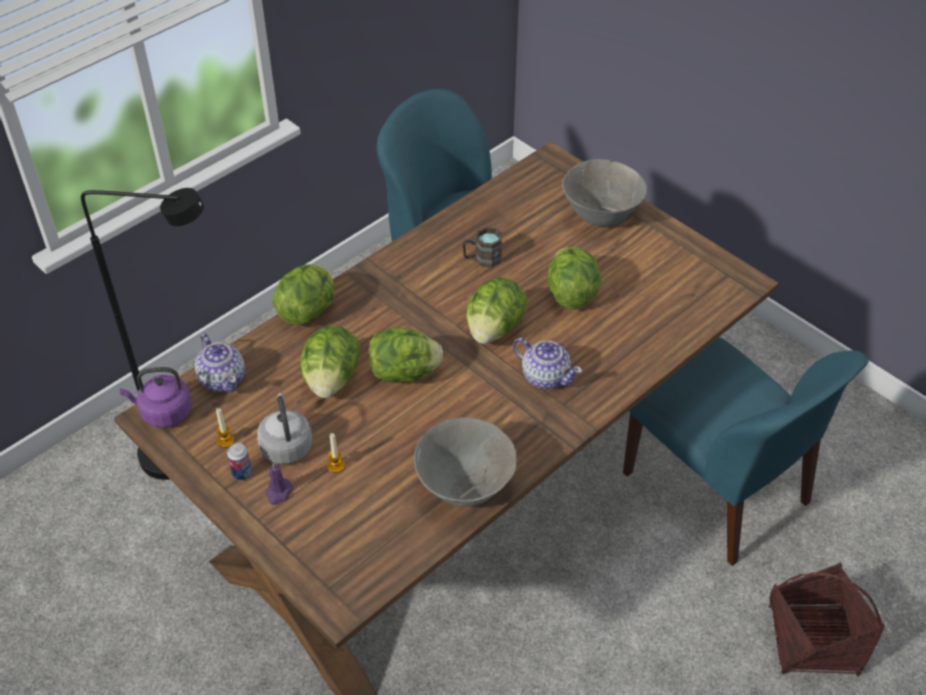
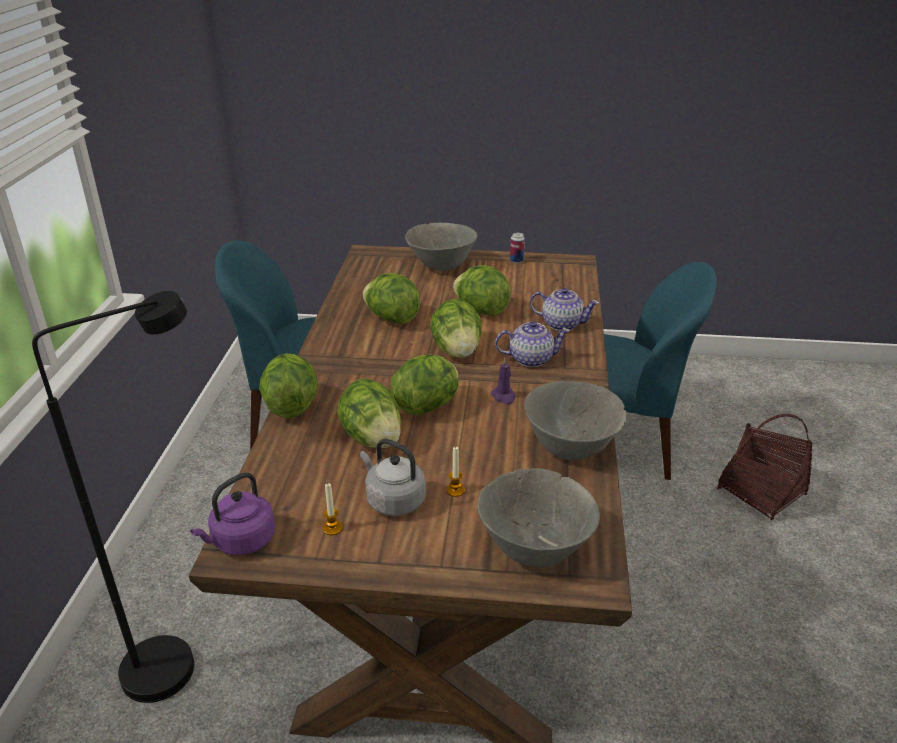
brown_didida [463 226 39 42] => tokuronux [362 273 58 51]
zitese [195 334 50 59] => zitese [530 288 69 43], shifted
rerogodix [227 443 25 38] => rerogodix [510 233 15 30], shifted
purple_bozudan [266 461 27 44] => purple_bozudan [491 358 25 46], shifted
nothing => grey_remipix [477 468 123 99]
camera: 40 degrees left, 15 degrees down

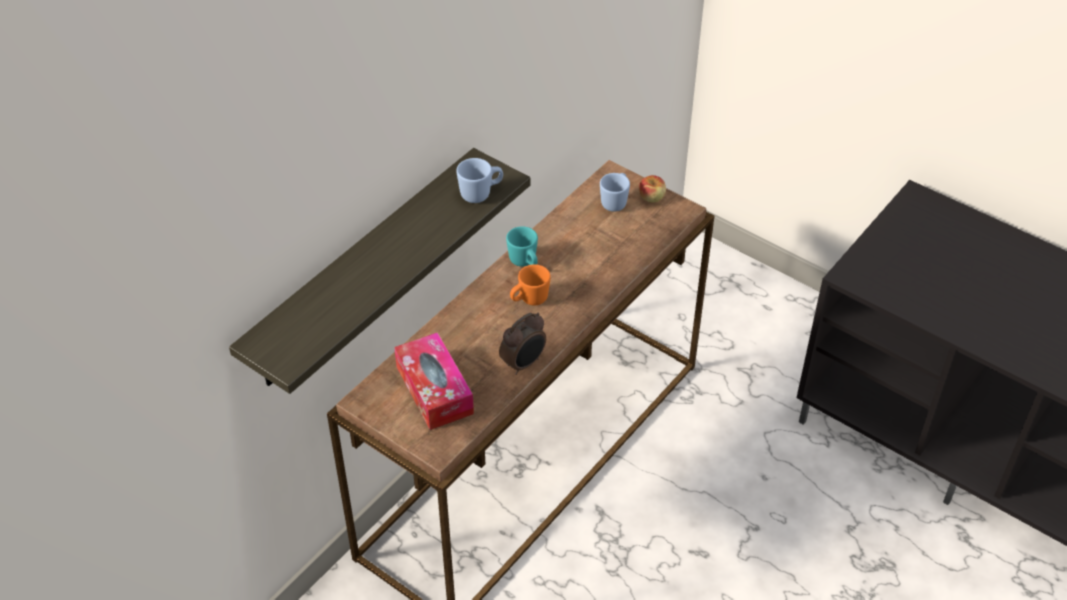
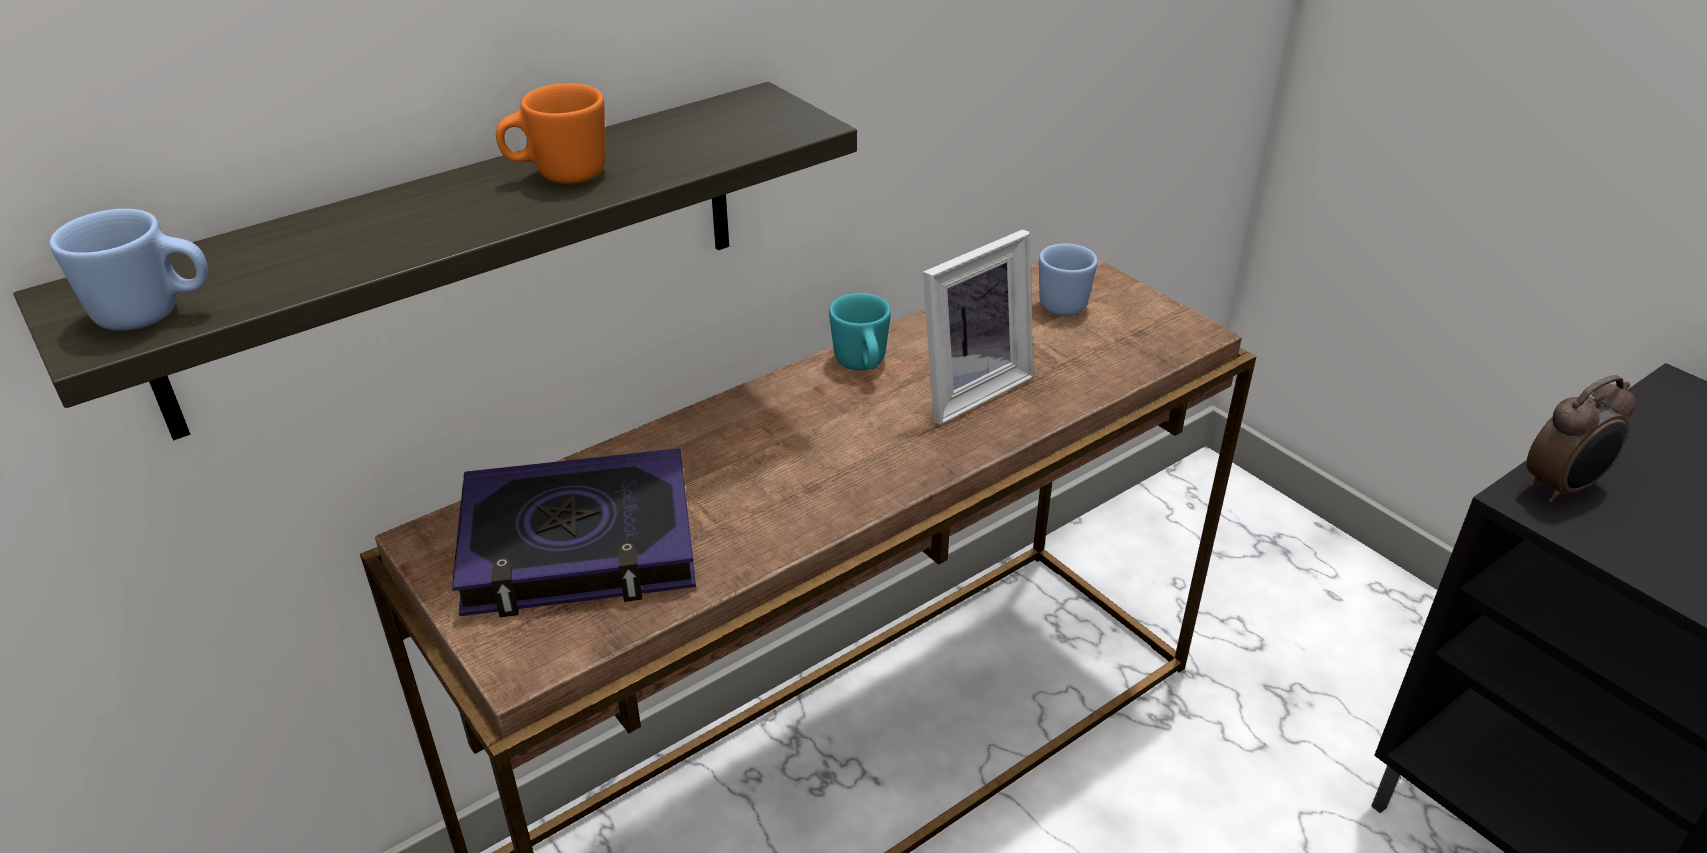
blue_didida [456 158 47 45] => blue_didida [50 209 158 122], shifted
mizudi [639 175 27 27] => nothing
orange_didida [510 264 41 42] => orange_didida [496 83 109 101], shifted
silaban [499 313 47 62] => silaban [1526 375 110 128], shifted
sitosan [394 332 80 98] => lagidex [452 448 244 169]
nothing => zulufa [923 229 110 195]
camera: 15 degrees right, 10 degrees down

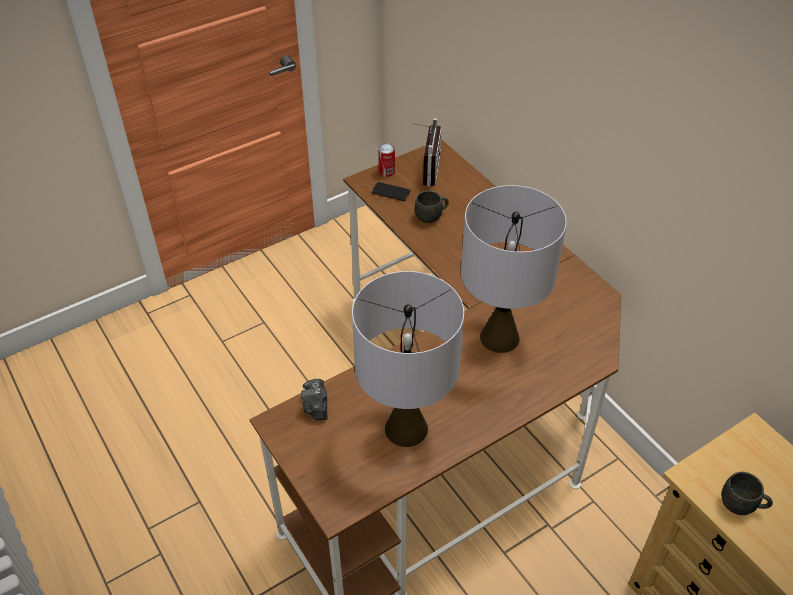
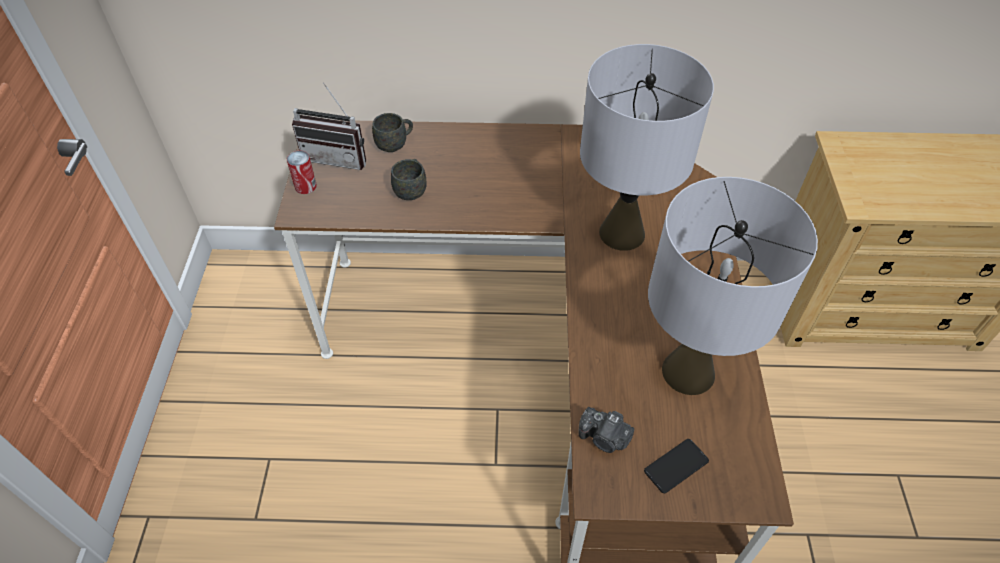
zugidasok [412 118 30 69] => zugidasok [292 82 74 88], 150 degrees clockwise
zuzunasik [371 182 40 19] => zuzunasik [644 439 65 54], shifted
grey_didida [721 472 52 43] => grey_didida [372 113 41 39], shifted
camera: 55 degrees left, 5 degrees up

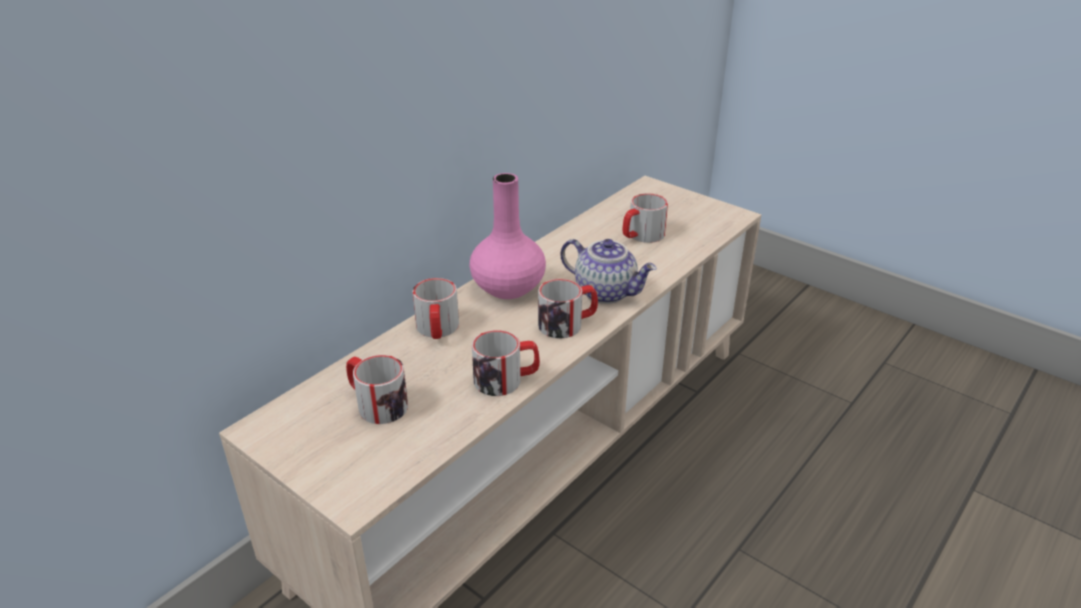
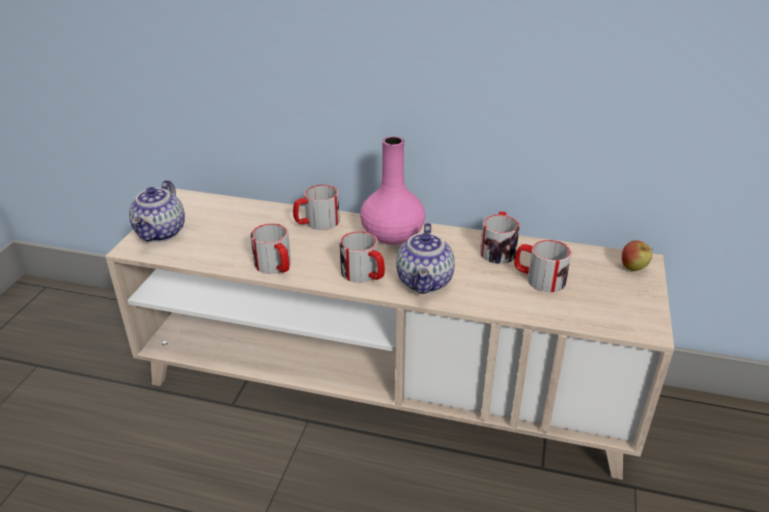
didida [346 355 62 69] => didida [480 211 40 53], shifted
nothing => zitese [129 180 56 62]
nothing => mizudi [622 240 31 31]
camera: 65 degrees right, 0 degrees up

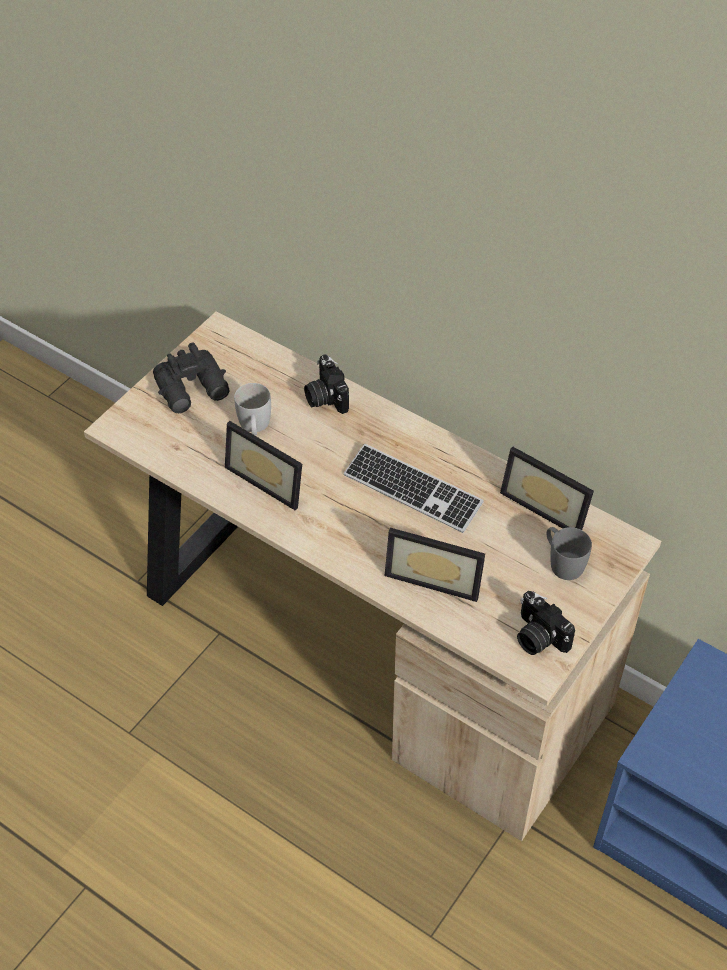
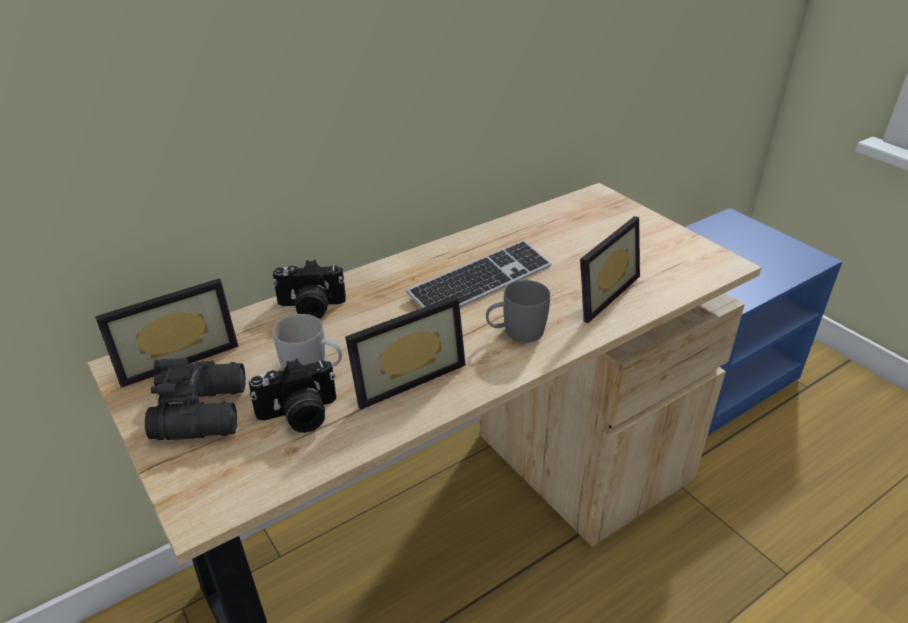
zulufa [500 447 94 83] => zulufa [95 279 144 109], shifted
grey_didida [546 527 46 53] => grey_didida [486 280 64 63], shifted
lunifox [517 591 58 64] => lunifox [249 359 87 74], shifted
camera: 70 degrees left, 15 degrees down

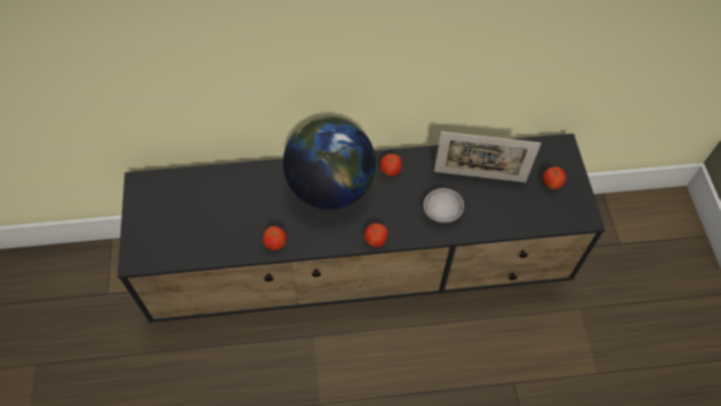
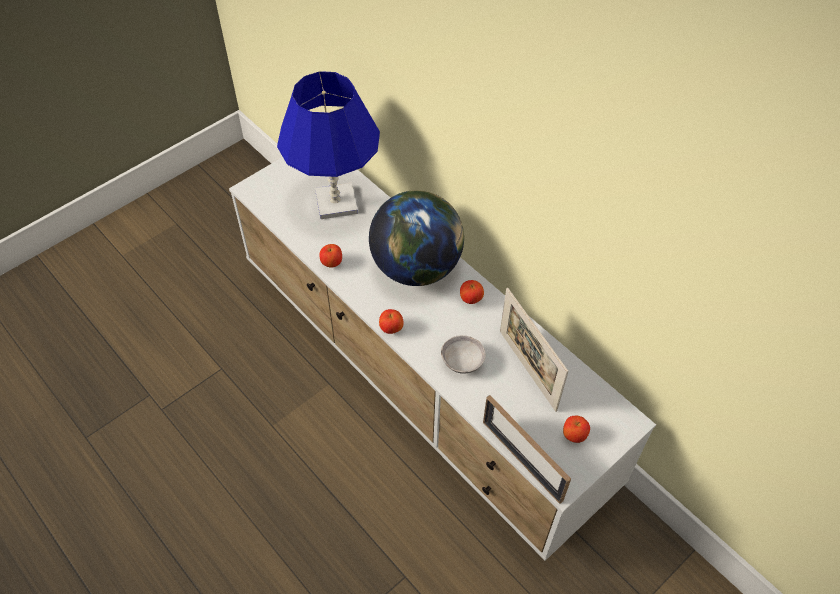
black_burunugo [117 133 488 190] => white_burunugo [229 157 427 404]
nothing => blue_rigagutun [277 71 103 148]
nothing => zulufa [483 395 88 109]
camera: 55 degrees right, 5 degrees down

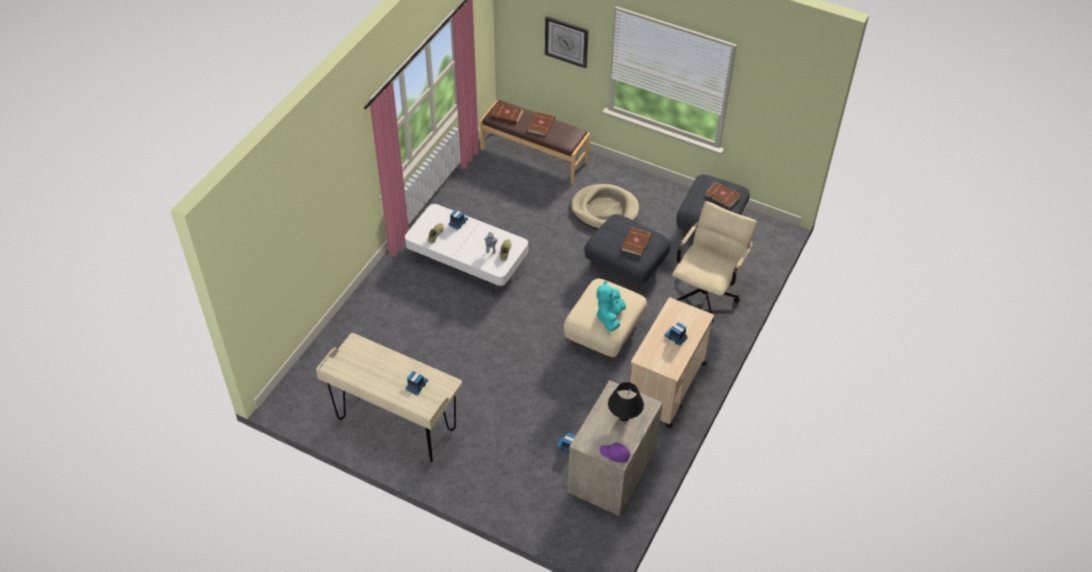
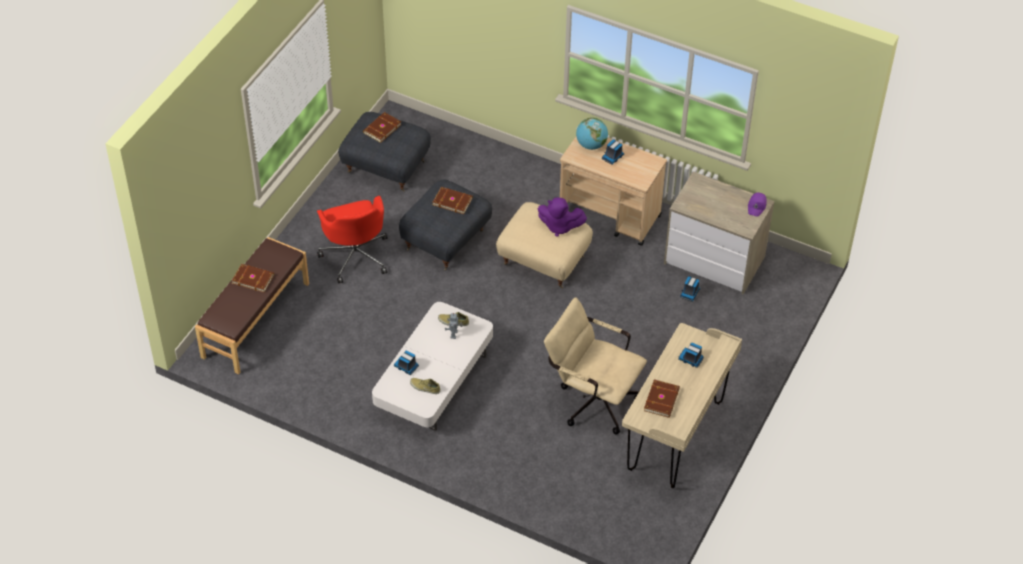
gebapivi [545 16 44 53] => nothing
brown_lagidex [490 103 33 21] => brown_lagidex [644 379 36 39], shifted
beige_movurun [571 184 68 45] => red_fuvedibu [317 196 71 88]
beige_fuvedibu [672 201 85 122] => beige_fuvedibu [544 297 103 138], shifted
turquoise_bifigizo [597 281 29 50] => purple_bifigizo [538 197 49 40]
black_rigagutun [608 382 36 39] => nothing
nothing => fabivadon [576 117 32 33]
camera: 90 degrees left, 0 degrees up

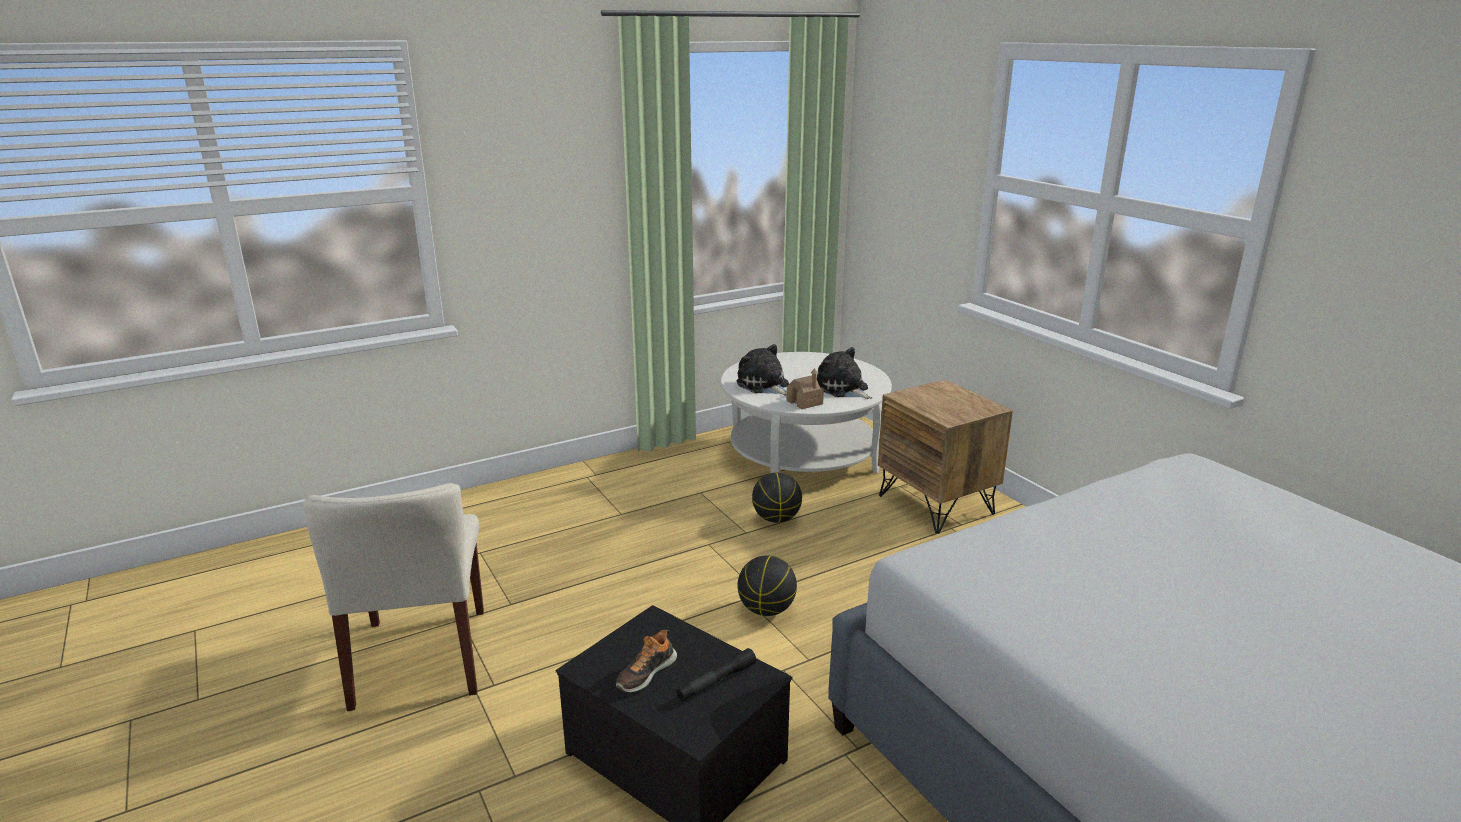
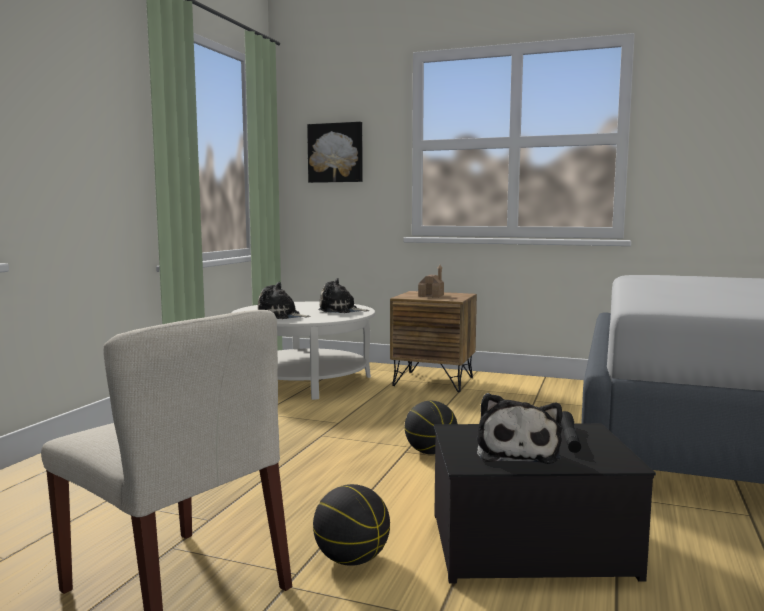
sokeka [787 368 37 41] => sokeka [418 265 26 33], shifted
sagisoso [752 472 50 51] => sagisoso [313 484 77 82], shifted
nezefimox [616 630 61 63] => bifigizo [477 393 85 71]
nothing => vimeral [307 122 56 61]
camera: 40 degrees left, 15 degrees down

